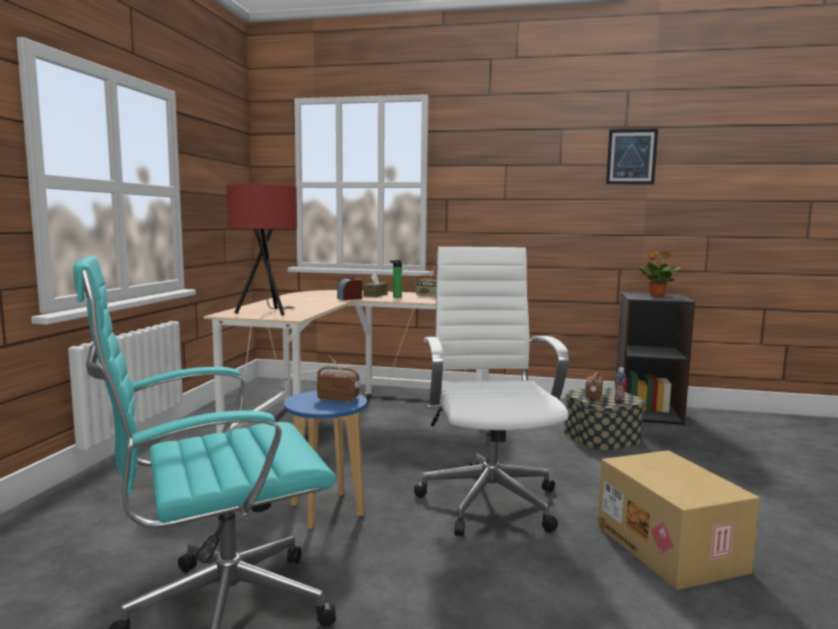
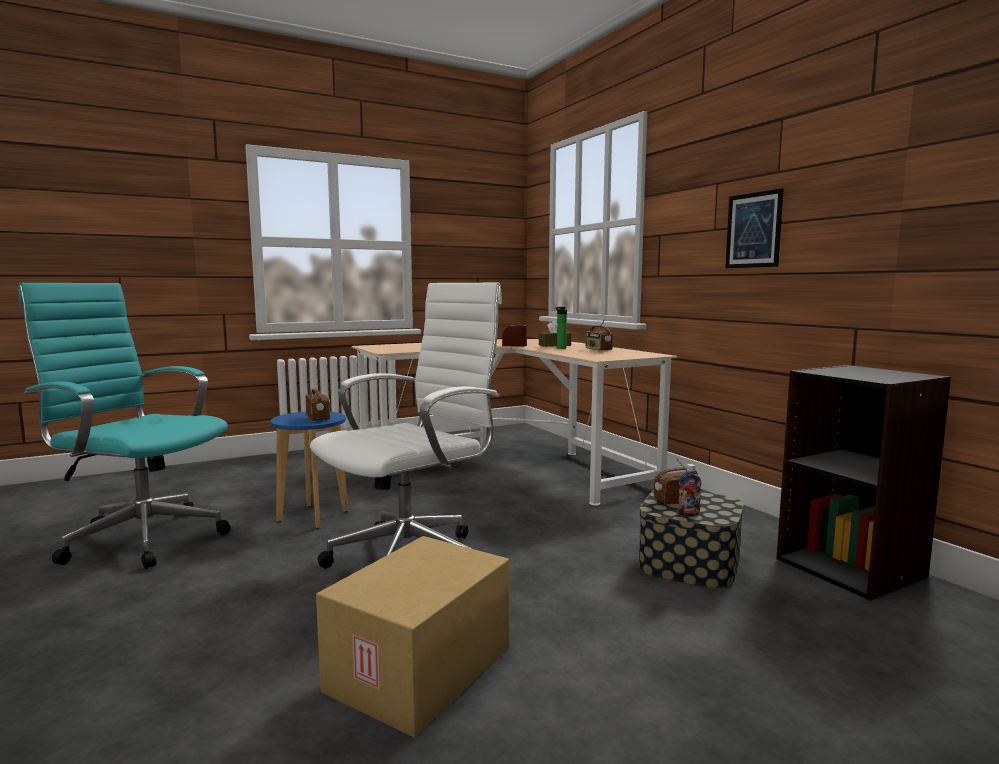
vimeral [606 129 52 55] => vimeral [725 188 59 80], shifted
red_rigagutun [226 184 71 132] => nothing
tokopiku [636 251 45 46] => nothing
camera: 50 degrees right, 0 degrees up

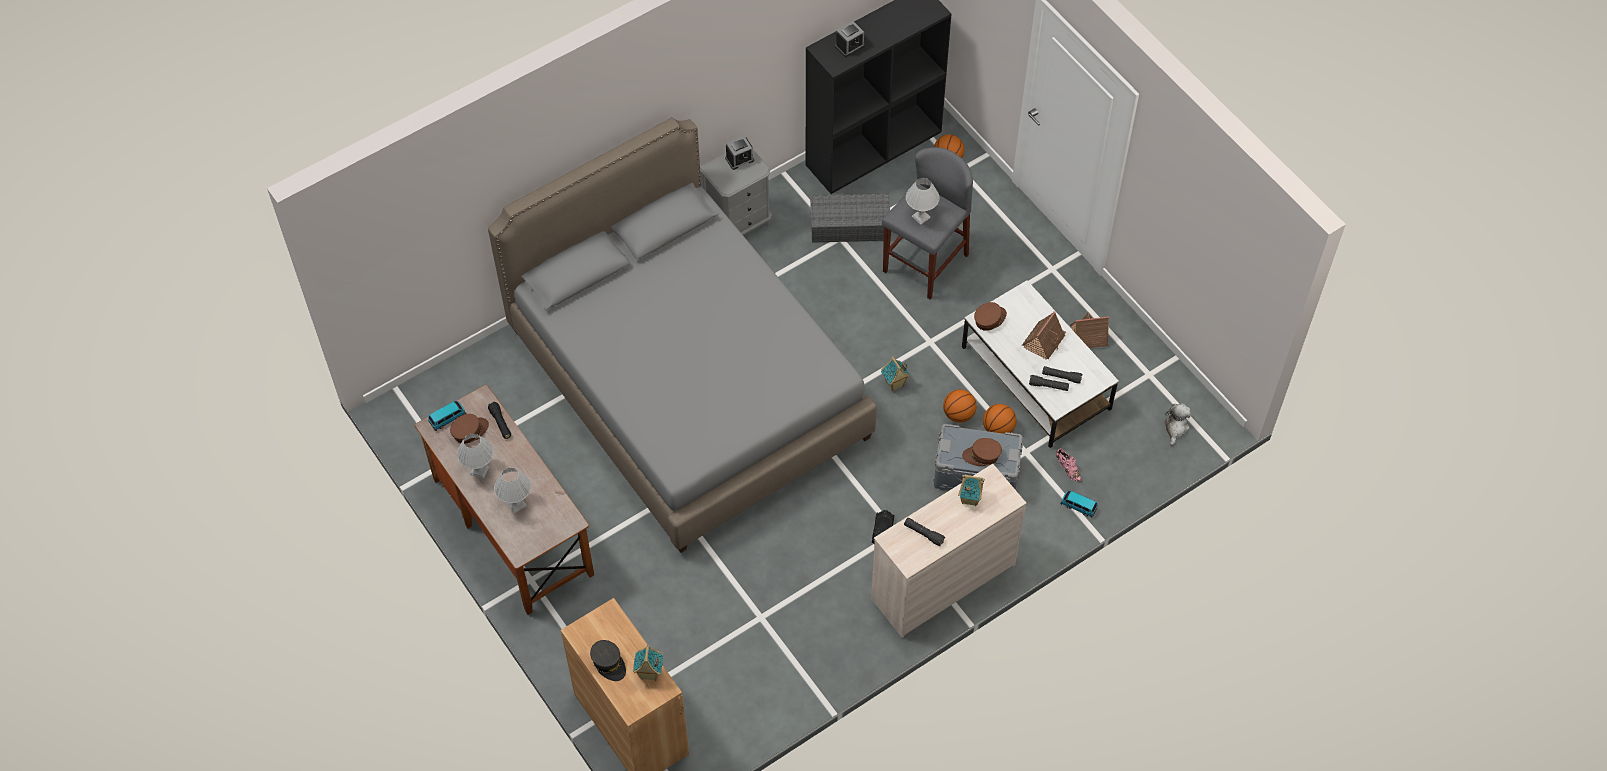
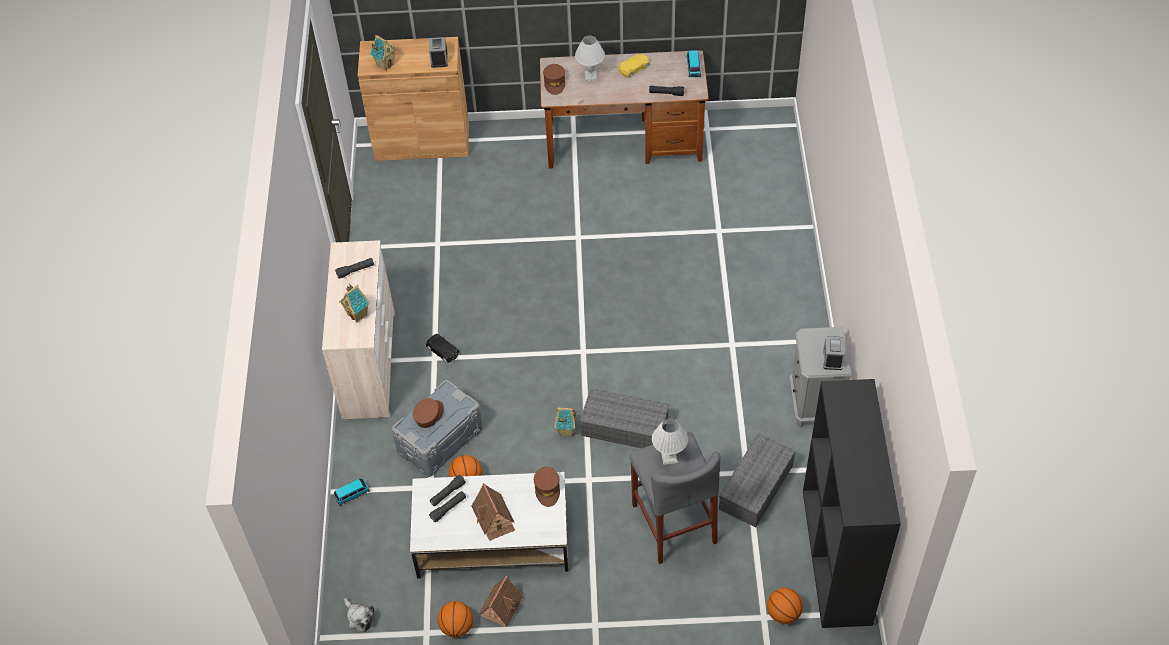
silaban [835 21 30 36] => silaban [429 37 19 31], shifted
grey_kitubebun [488 117 389 436] => nothing
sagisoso [943 389 34 34] => sagisoso [437 601 36 36], shifted
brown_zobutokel [450 414 39 30] => brown_zobutokel [543 64 22 31], shifted
white_rigagutun [457 434 37 45] => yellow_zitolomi [618 54 32 24]
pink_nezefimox [1056 449 26 32] => nothing
grey_zobutokel [590 640 36 41] => nothing
nothing => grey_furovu [580 388 89 60]
camera: 125 degrees right, 5 degrees down

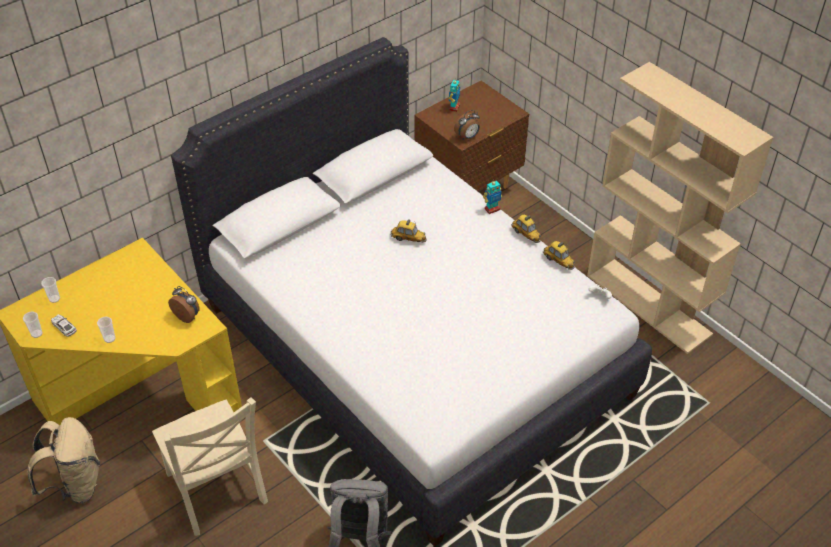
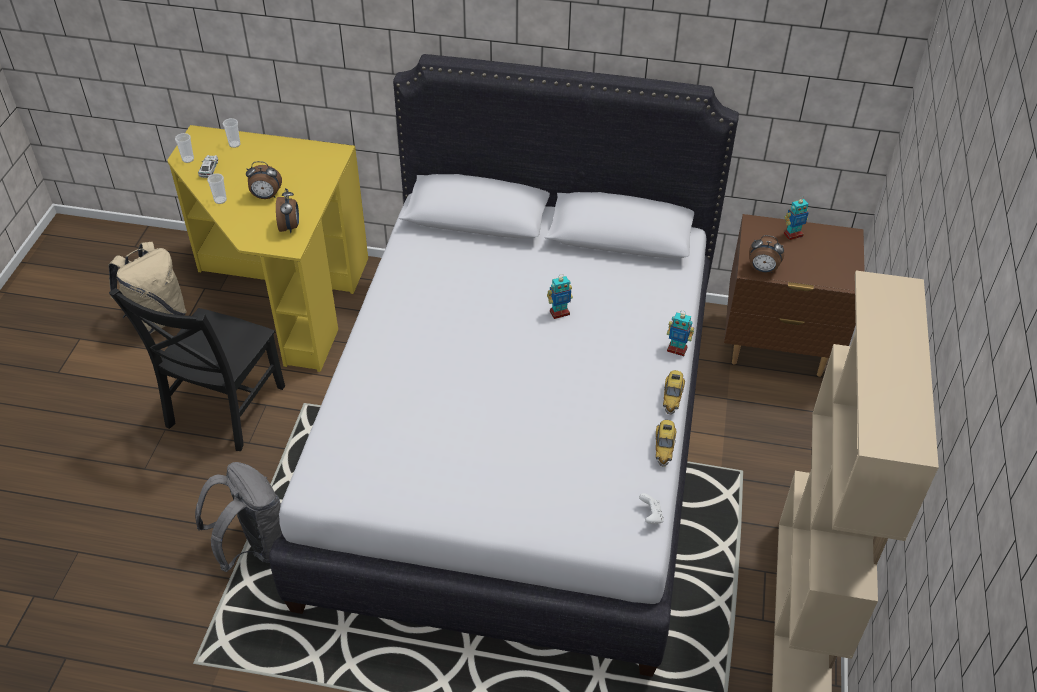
zitolomi [391 219 36 23] => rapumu [547 274 26 45]
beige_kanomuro [152 397 116 139] => black_kanomuro [109 288 176 163]
nothing => silaban [246 161 36 38]
camera: 50 degrees right, 0 degrees up

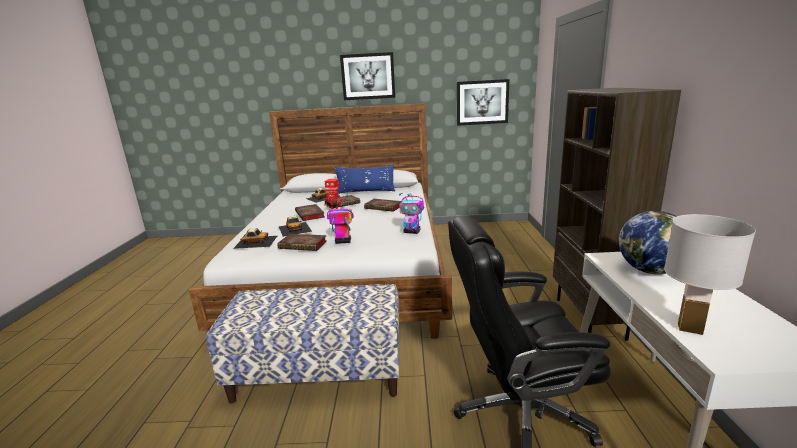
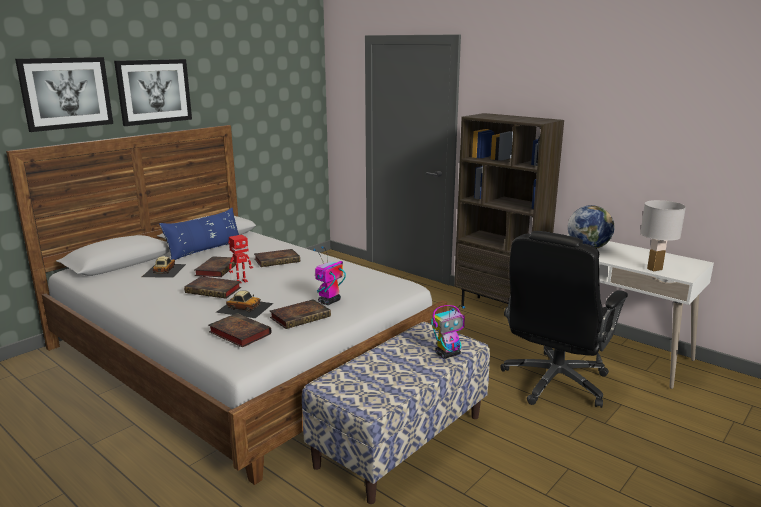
vimeral [457 79 52 47] => vimeral [15 57 98 75], shifted
rapumu [399 193 25 41] => rapumu [432 305 33 54], shifted
zitolomi [233 228 44 21] => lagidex [209 313 62 34]
camera: 50 degrees left, 0 degrees up

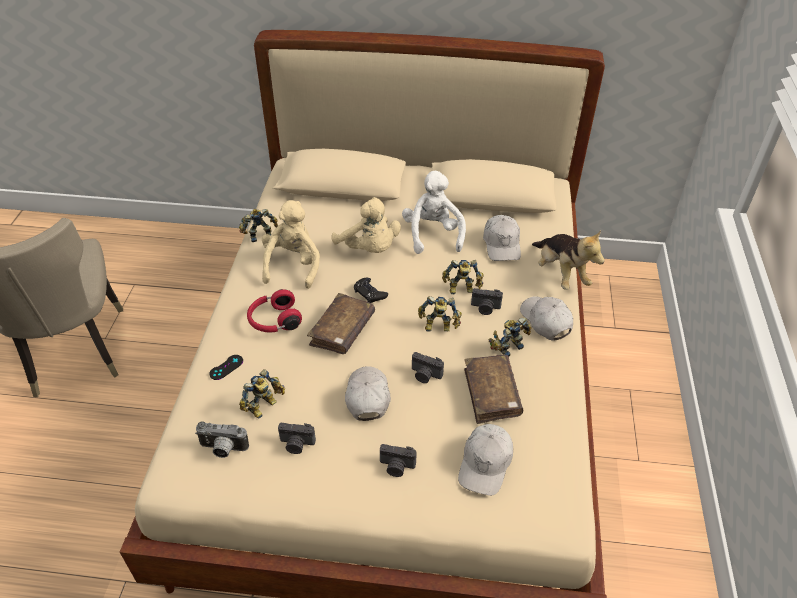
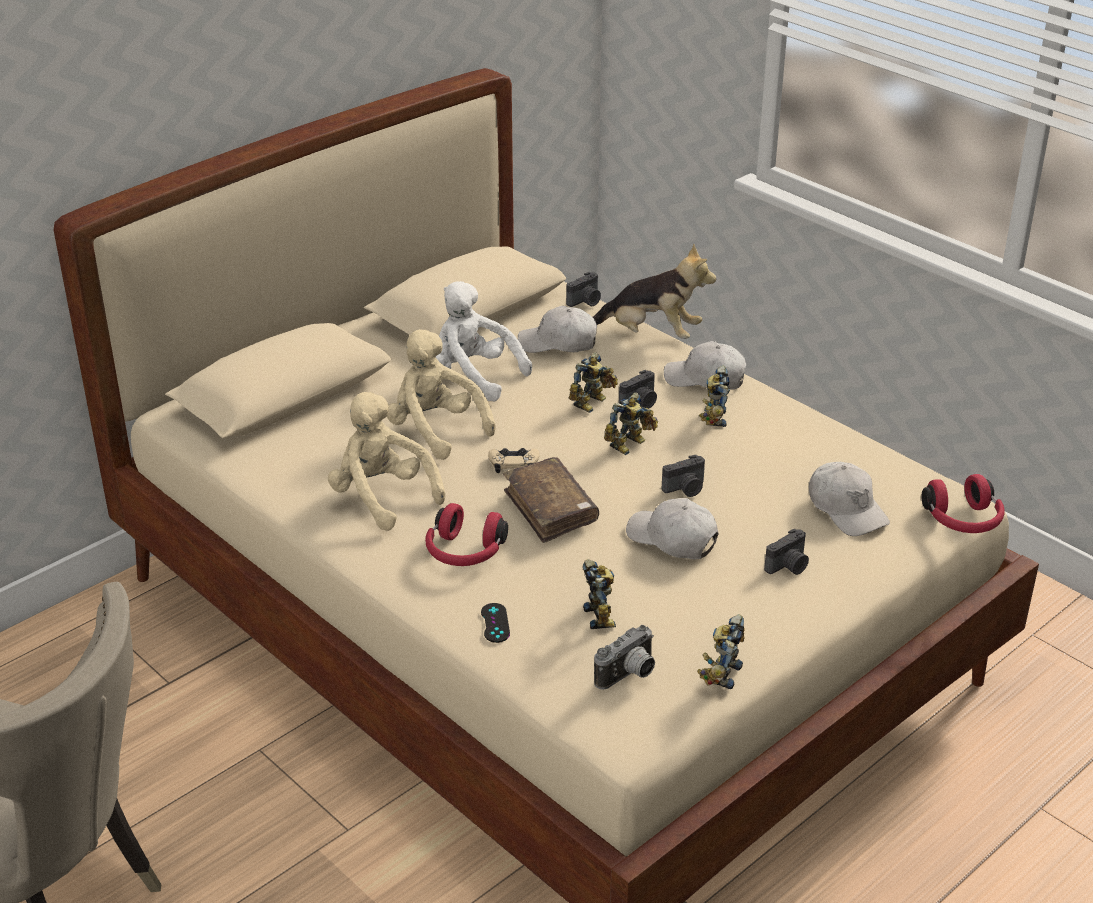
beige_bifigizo [332 197 69 56] => beige_bifigizo [387 329 109 131], 135 degrees counterclockwise
rapumu [239 209 39 33] => rapumu [697 614 48 75], shifted
white_zobutokel [483 215 38 46] => white_zobutokel [518 306 79 47], 150 degrees clockwise
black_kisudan [354 278 34 25] => beige_kisudan [488 448 52 25]
brown_lagidex [464 355 59 69] => nothing
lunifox [278 423 38 31] => lunifox [566 272 35 35], shifted
nothing => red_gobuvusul [921 474 84 59]
camera: 50 degrees left, 10 degrees down

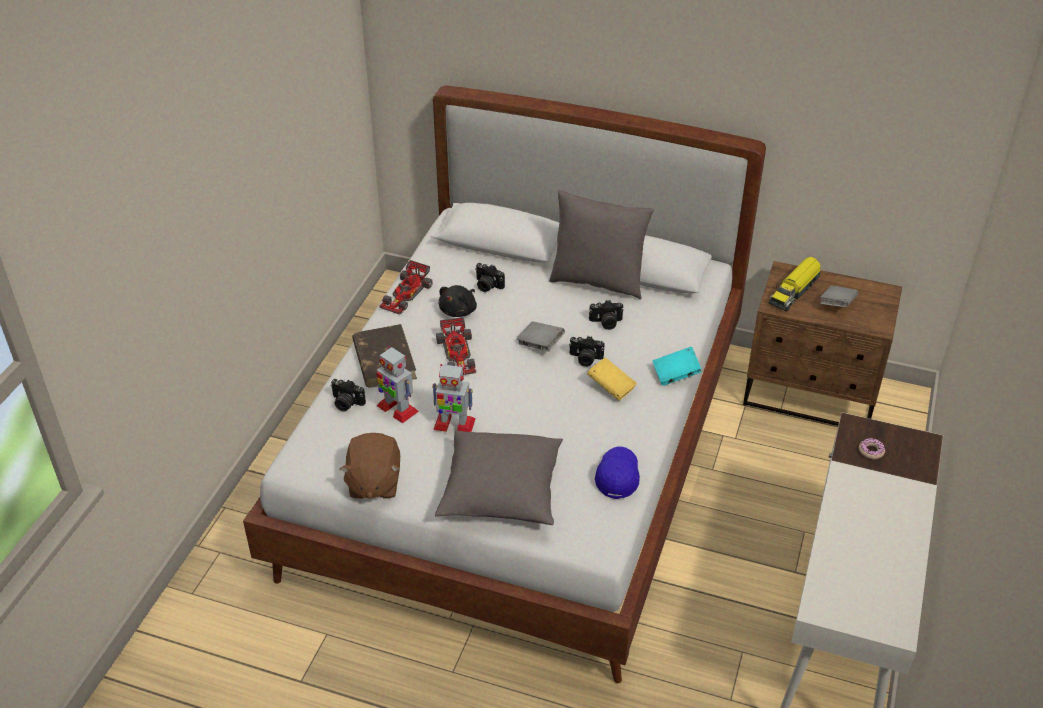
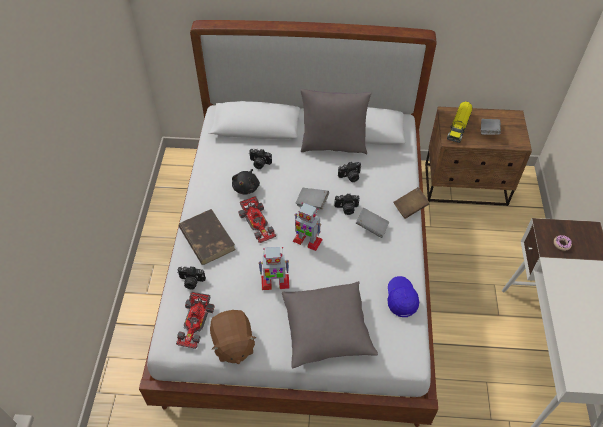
zitolomi [379 260 54 54] => zitolomi [176 291 38 58], shifted
rapumu [376 346 43 77] => rapumu [293 202 30 49], shifted
turquoise_lagidex [652 346 50 40] => brown_lagidex [394 187 36 32]
yellow_lagidex [587 358 50 43] => grey_lagidex [356 208 33 30]
camera: 15 degrees left, 10 degrees up

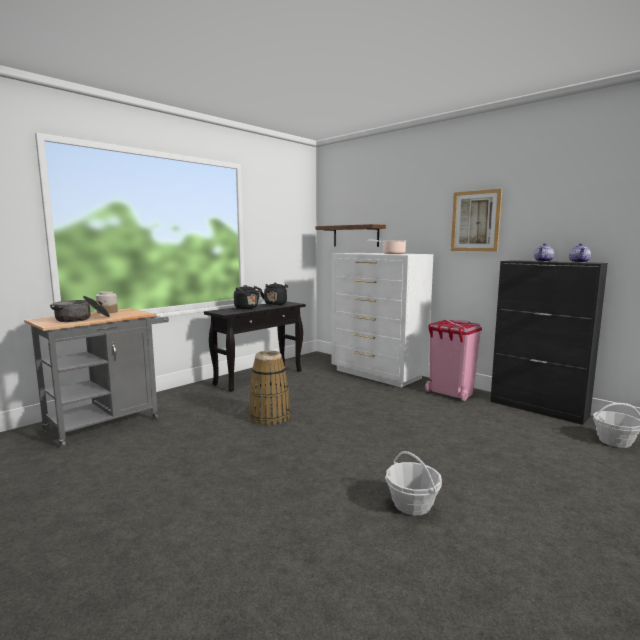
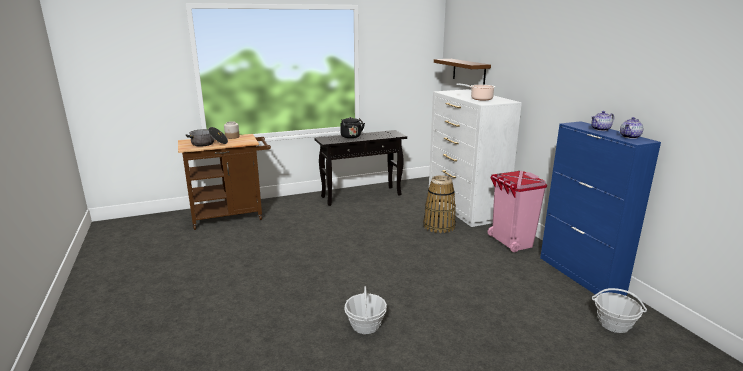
vimeral [451 189 51 63] => nothing
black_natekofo [490 260 118 165] => blue_natekofo [540 121 121 175]
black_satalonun [260 282 28 23] => nothing
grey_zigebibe [24 308 145 140] => brown_zigebibe [178 134 93 96]
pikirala [249 350 41 75] => pikirala [423 175 33 58], shifted
camera: 25 degrees right, 10 degrees up

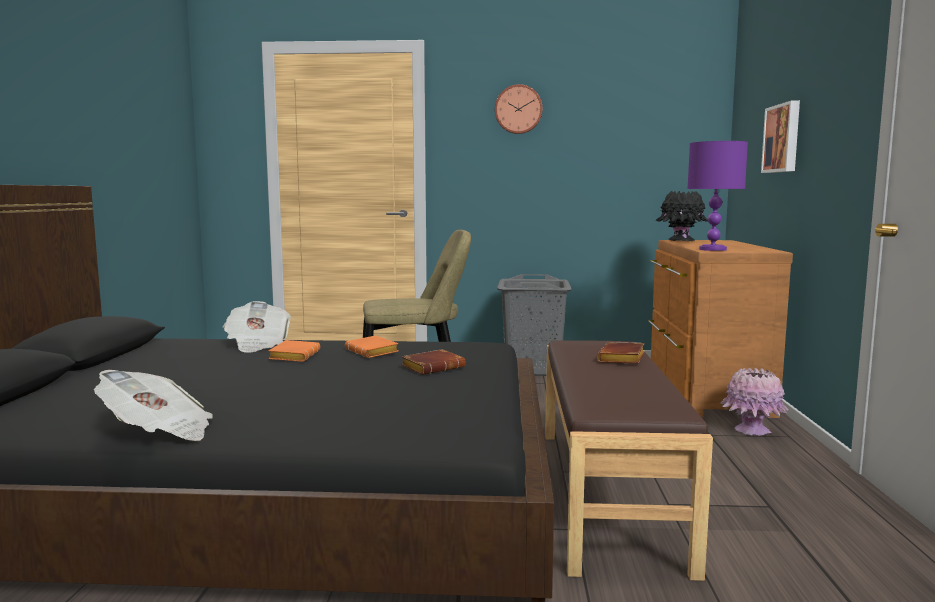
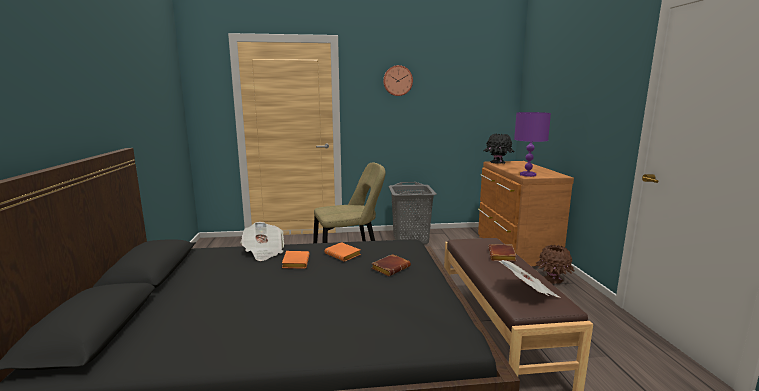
vimeral [761 100 39 73] => nothing
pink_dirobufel [720 368 69 67] => brown_dirobufel [536 245 39 39]
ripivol [94 370 119 71] => ripivol [499 260 62 38], shifted
camera: 10 degrees left, 5 degrees up

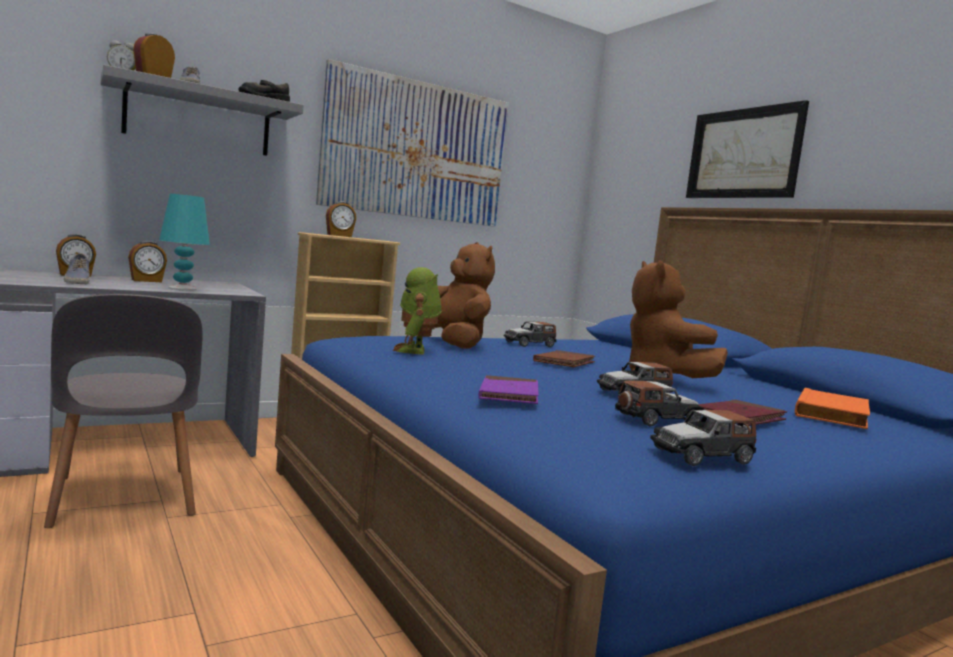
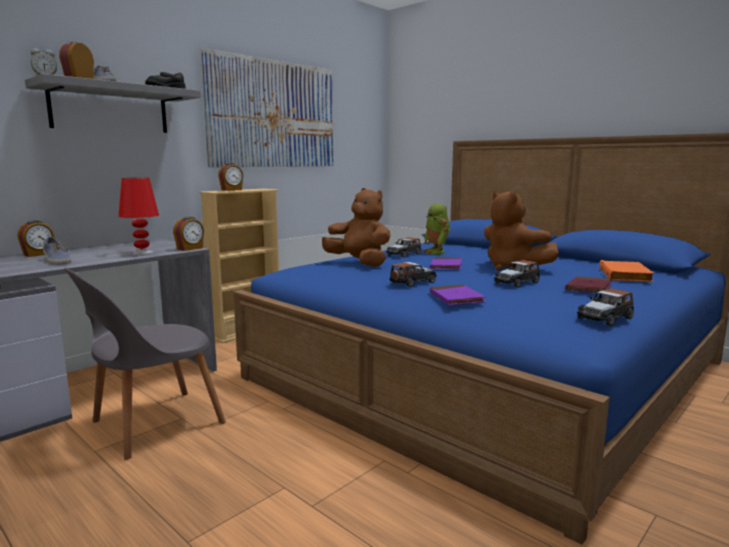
vimeral [686 100 123 98] => nothing
turquoise_rigagutun [159 194 51 97] => red_rigagutun [118 178 41 77]
silaban [128 241 39 41] => silaban [173 217 31 34], shifted
rapumu [393 267 49 88] => rapumu [422 203 28 52], shifted
grey_kanomuro [44 294 159 234] => grey_kanomuro [64 268 162 192], 90 degrees clockwise
brown_lagidex [533 350 62 17] => purple_lagidex [430 258 32 11]
zitolomi [615 380 89 47] => zitolomi [390 262 47 25], shifted
camera: 15 degrees left, 5 degrees up

